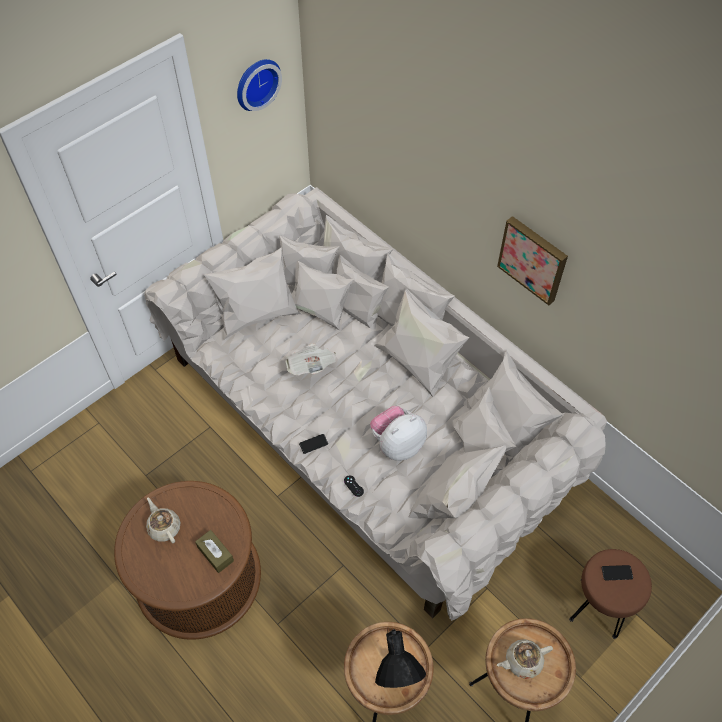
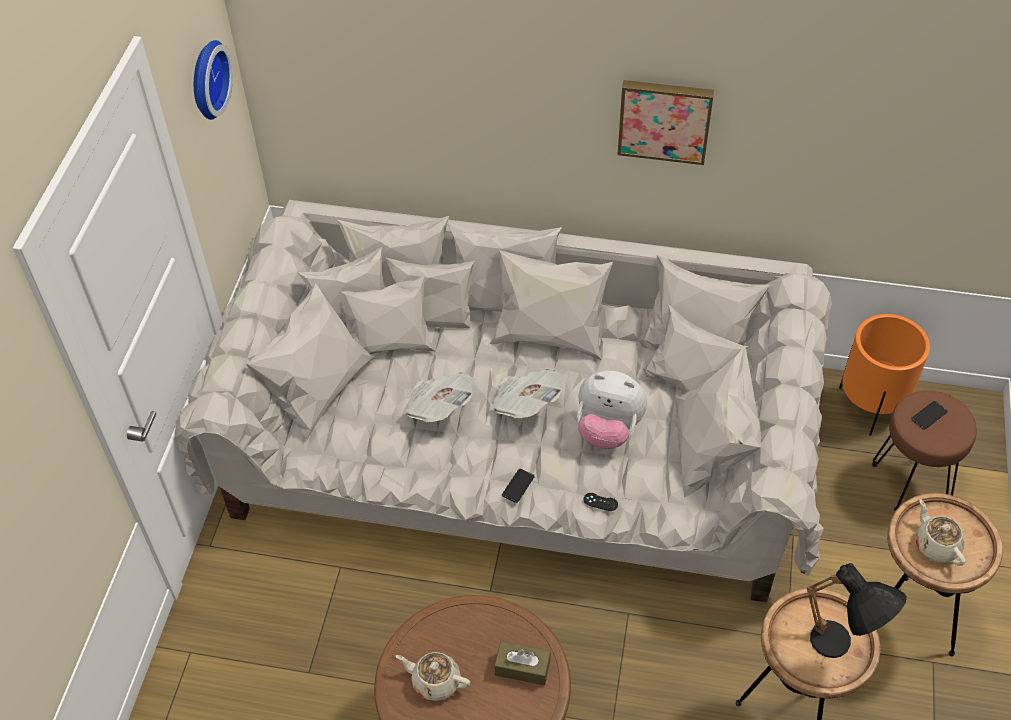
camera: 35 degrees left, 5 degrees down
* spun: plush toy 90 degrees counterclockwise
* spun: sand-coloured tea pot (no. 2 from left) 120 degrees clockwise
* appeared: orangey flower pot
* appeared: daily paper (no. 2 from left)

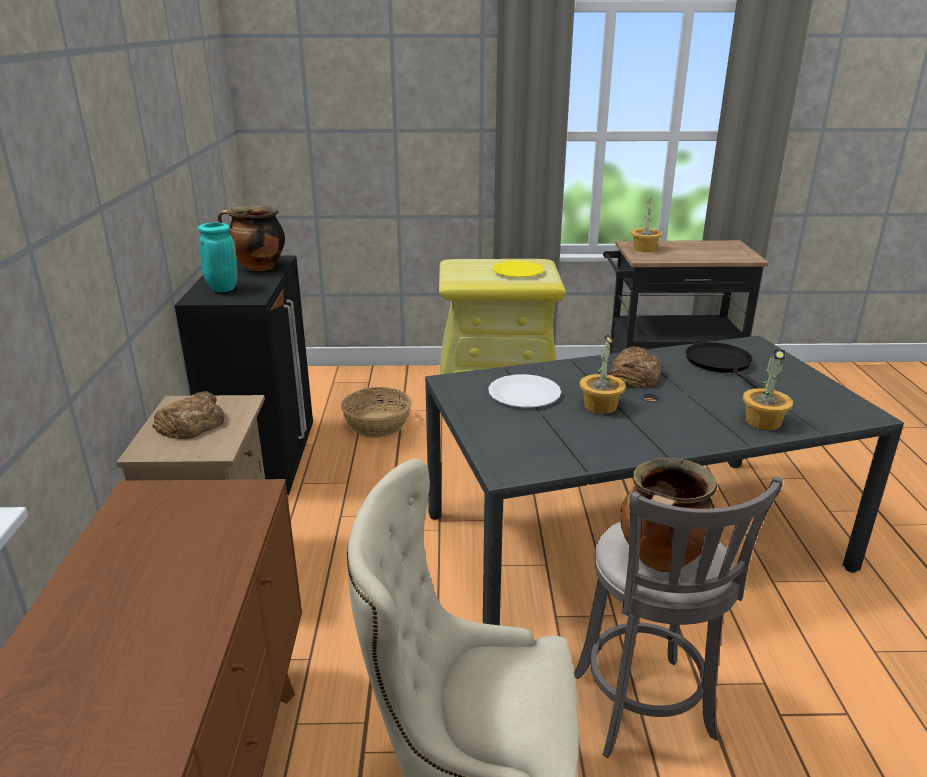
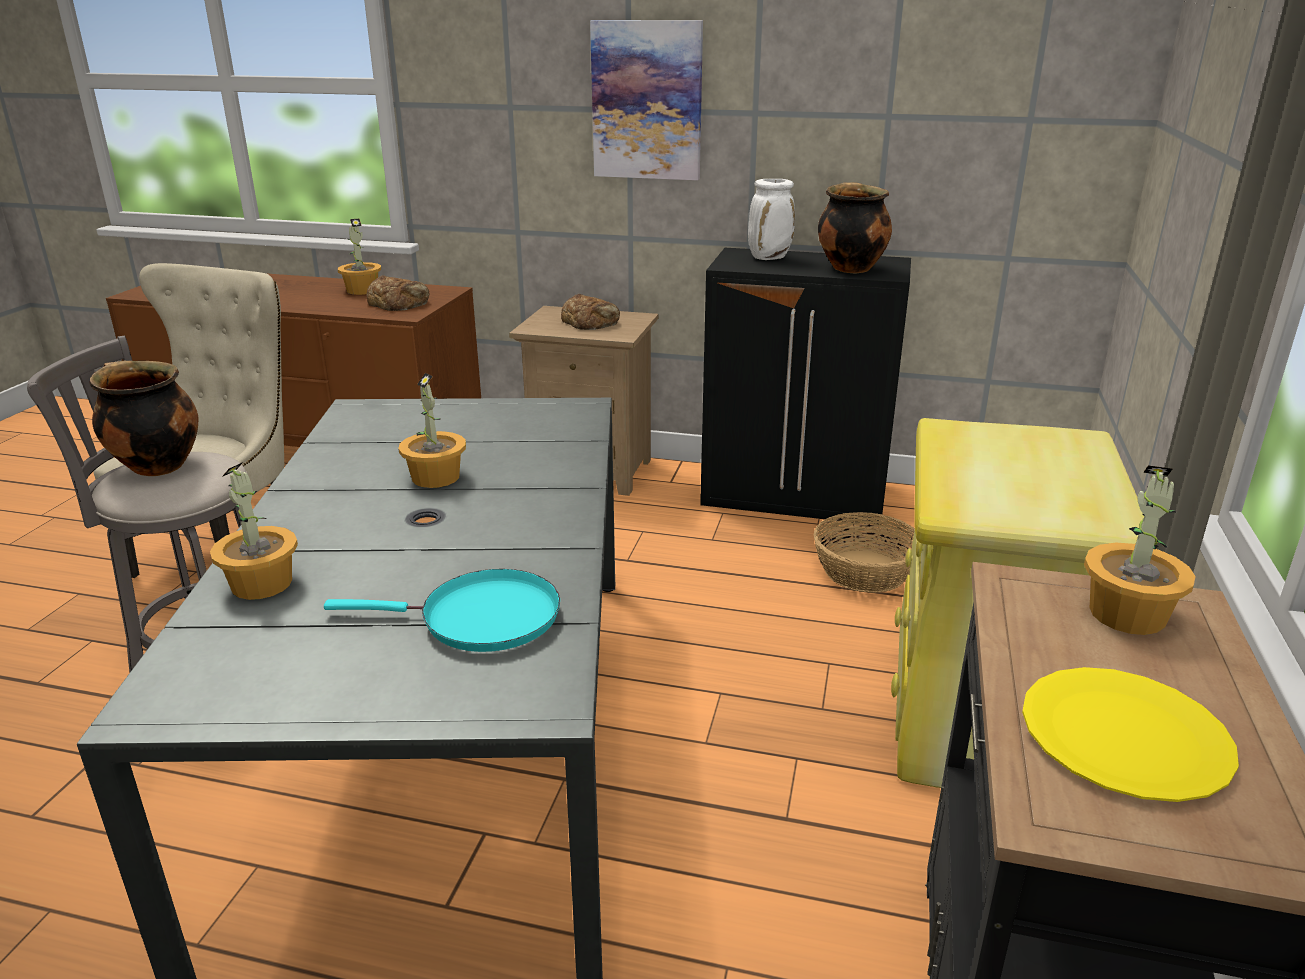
camera: 105 degrees right, 0 degrees up
* colour: blue-green flower vase to whitish flower vase
* relocated: yellow plate
* colour: black frying pan to blue-green frying pan
* relocated: bread (no. 2 from left in the first image) to bread (no. 1 from left)
* missing: whitish plate
* appeared: wall picture
* appeared: potted plant (no. 2 from left)

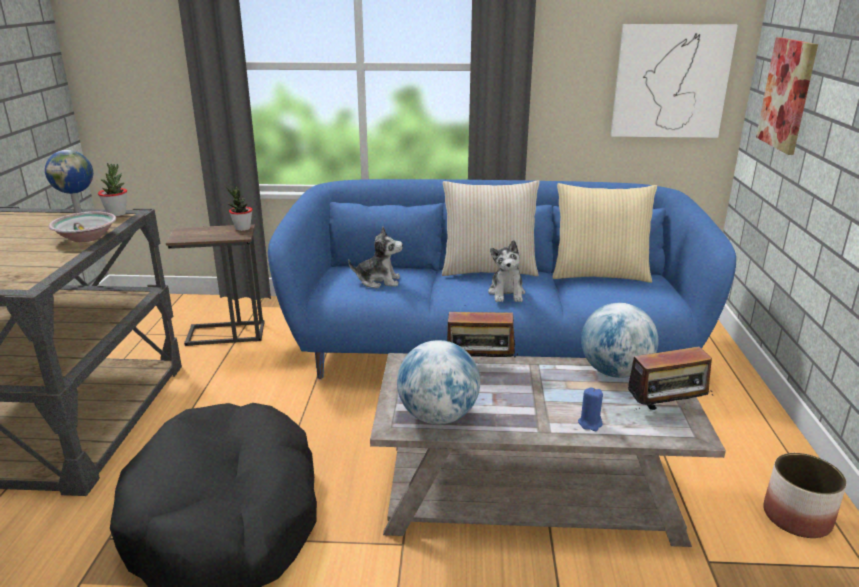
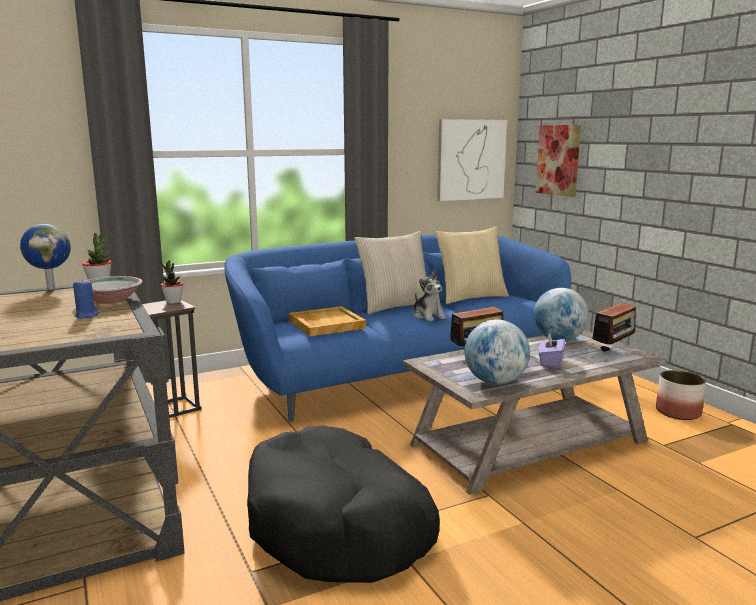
camera: 30 degrees left, 10 degrees down
* exchanged: plush toy (no. 1 from left) to sand-coloured tray
* relocated: blue-coloured candle
* appeared: purplish box of tissues

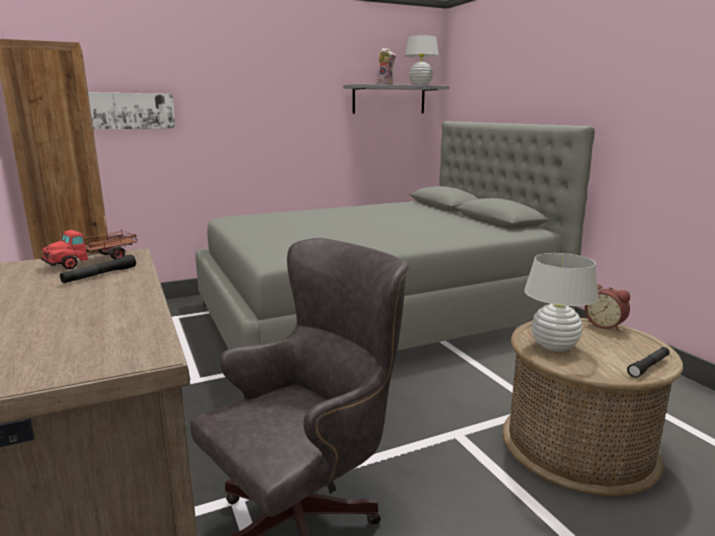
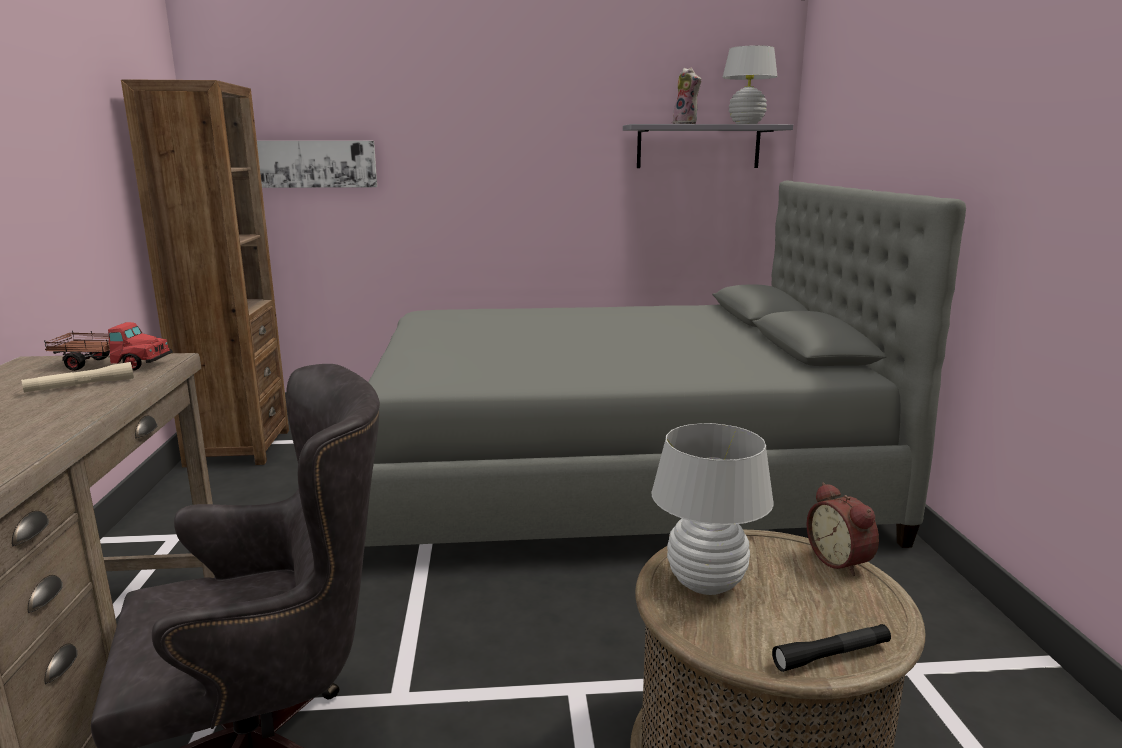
camera: 20 degrees right, 0 degrees up
* spun: toy lorry 150 degrees counterclockwise
* colour: black flashlight (no. 1 from left) to sand-coloured flashlight

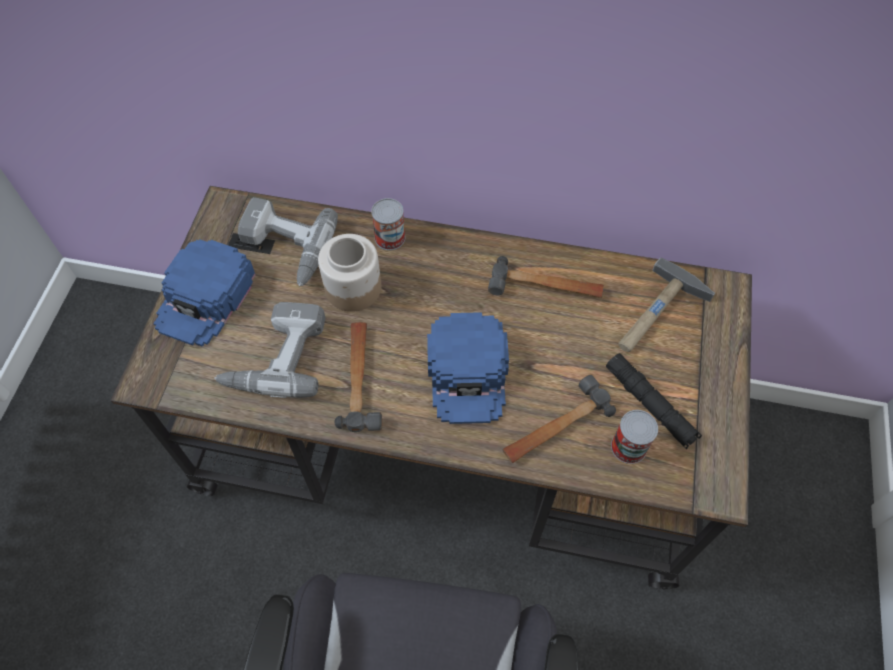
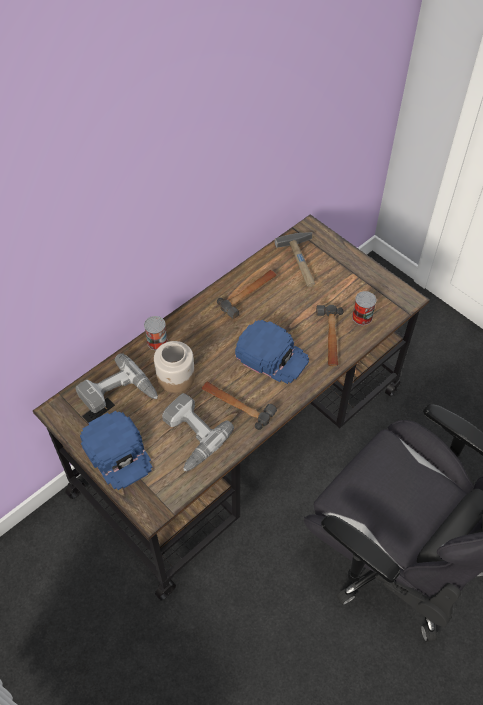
camera: 55 degrees left, 5 degrees down
* missing: black flashlight

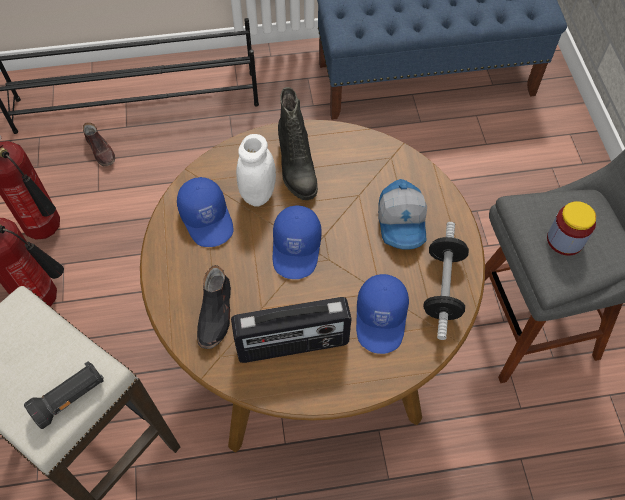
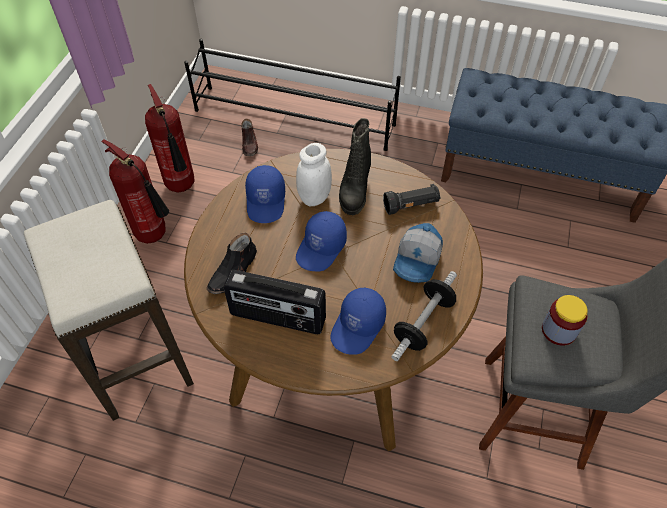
camera: 25 degrees right, 5 degrees down
* relocated: black flashlight

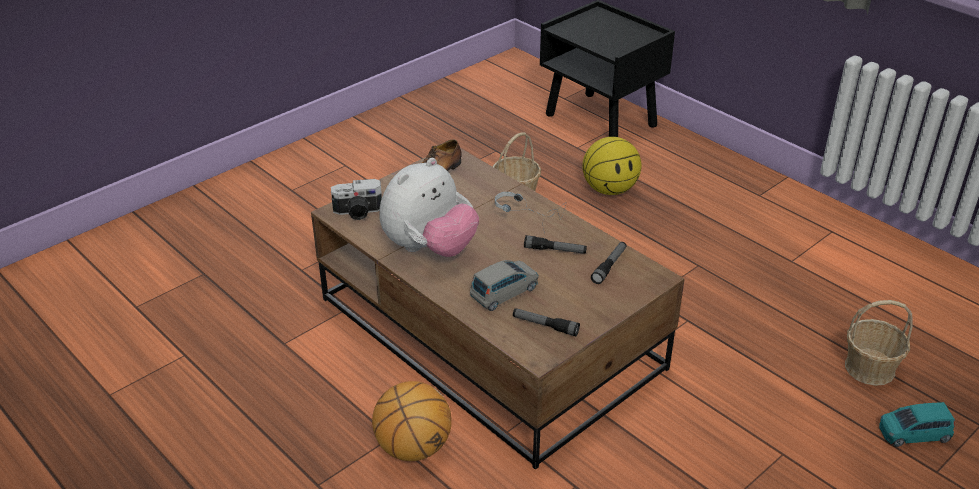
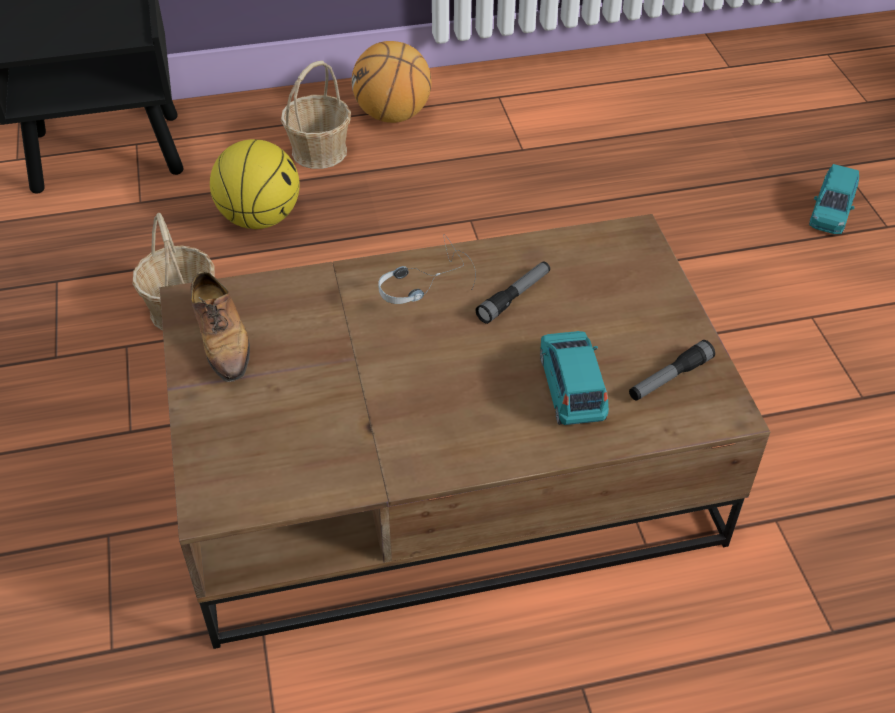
camera: 60 degrees left, 10 degrees up
* missing: plush toy
* missing: photo camera
* missing: flashlight (no. 3 from left)
* colour: gray model car to blue-green model car (no. 1 from left)
* relocated: storage basket (no. 2 from left)
* relocated: basketball ball (no. 1 from left in the first image) to basketball ball (no. 2 from left)

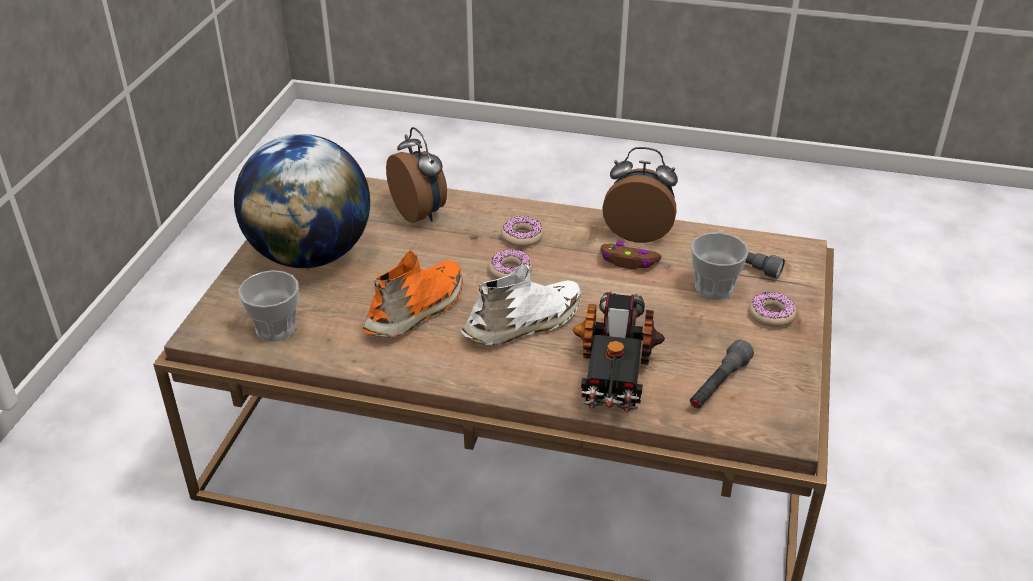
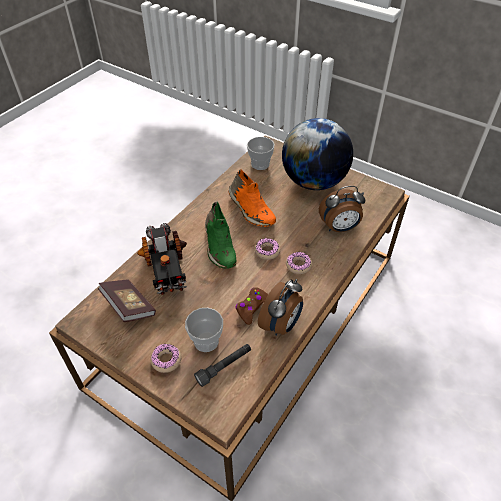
camera: 110 degrees right, 10 degrees up
* colour: whitish item of footwear to greenish item of footwear
* spun: toy lorry 135 degrees counterclockwise
* exchanged: gray flashlight (no. 1 from left) to book

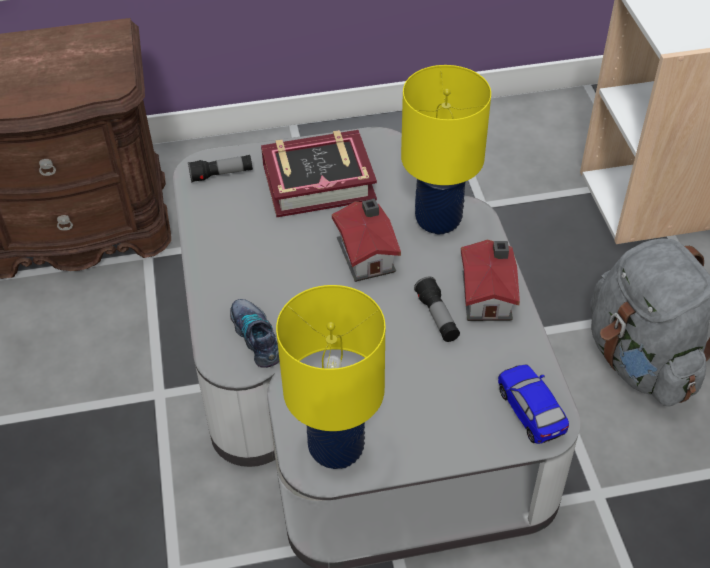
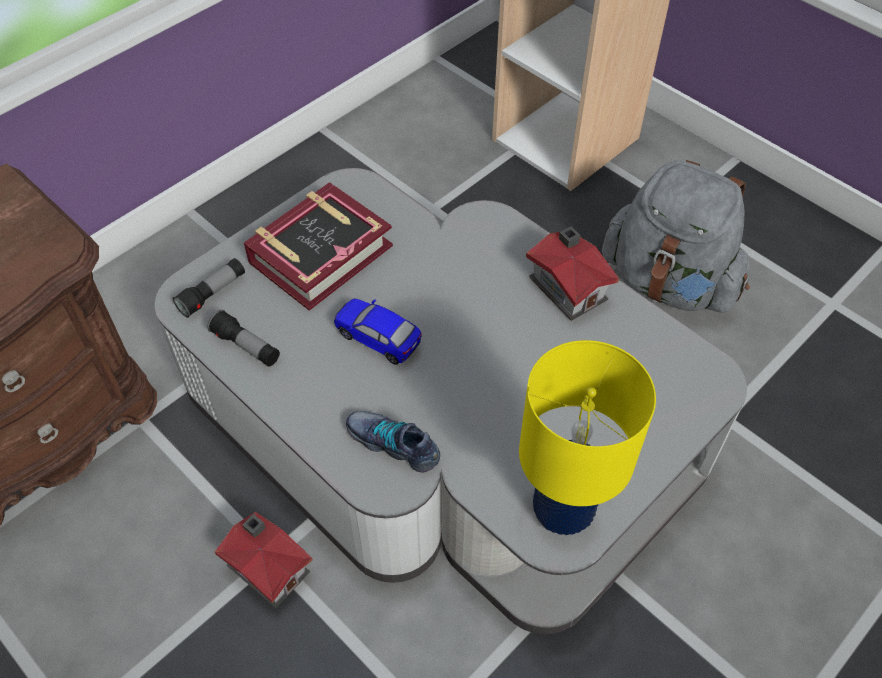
camera: 35 degrees left, 5 degrees up
* missing: yellow lamp for a table (no. 2 from left)
* relocated: model house (no. 1 from left)
* relocated: flashlight (no. 2 from left)
* relocated: model car

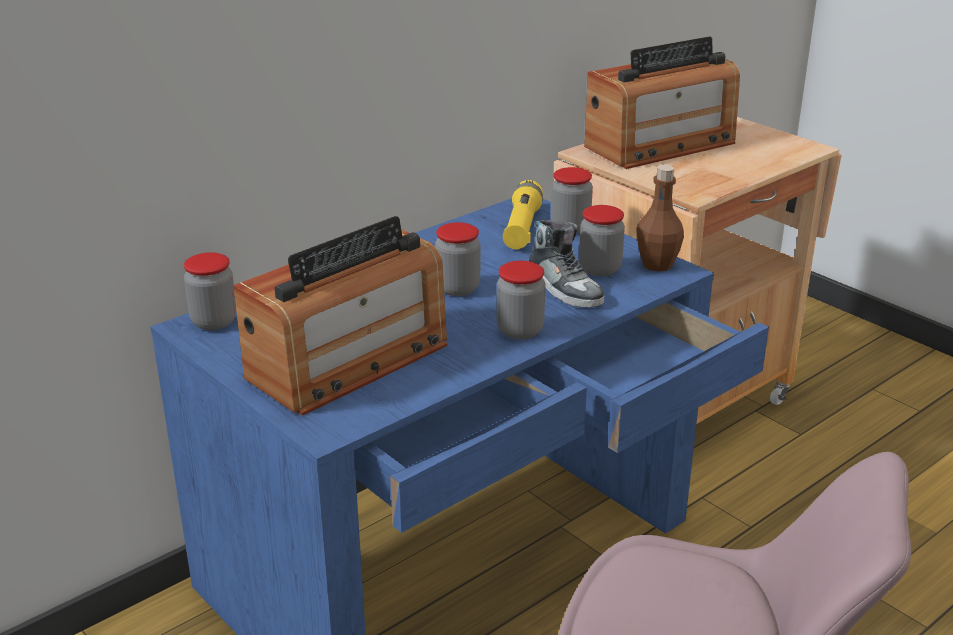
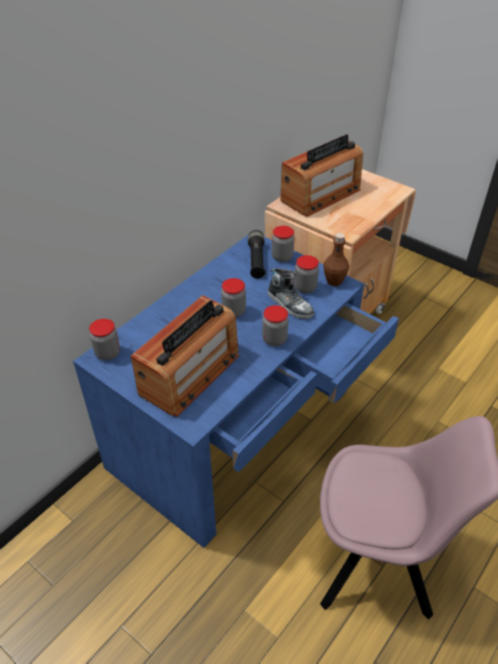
camera: 10 degrees left, 15 degrees up
* colour: yellow flashlight to black flashlight

